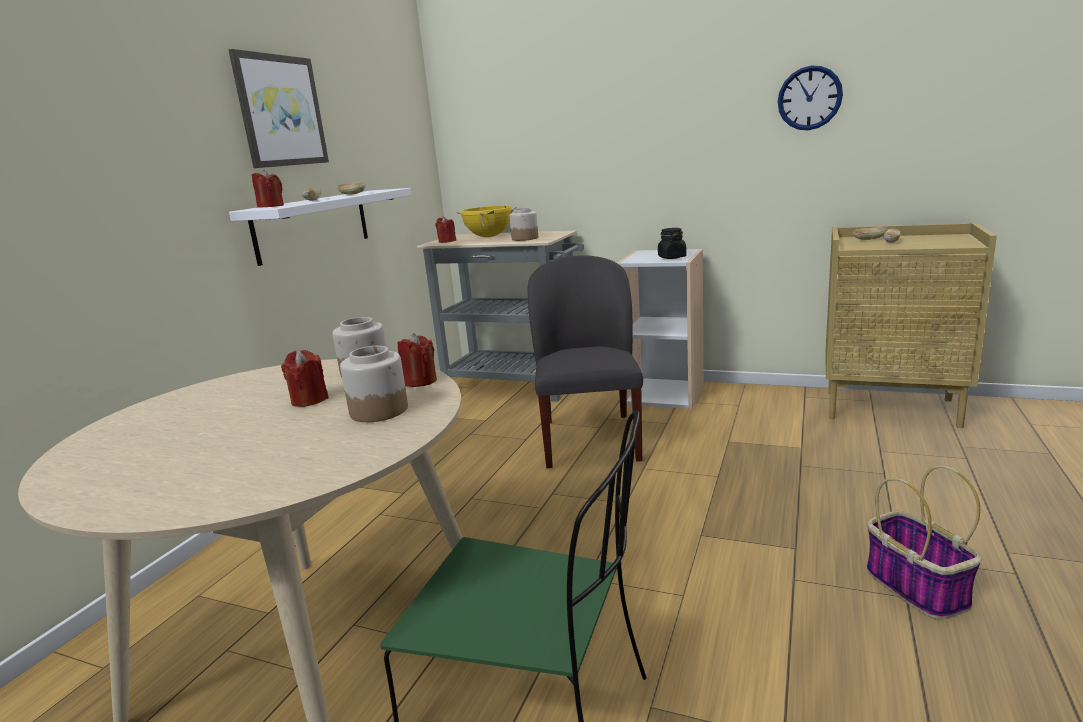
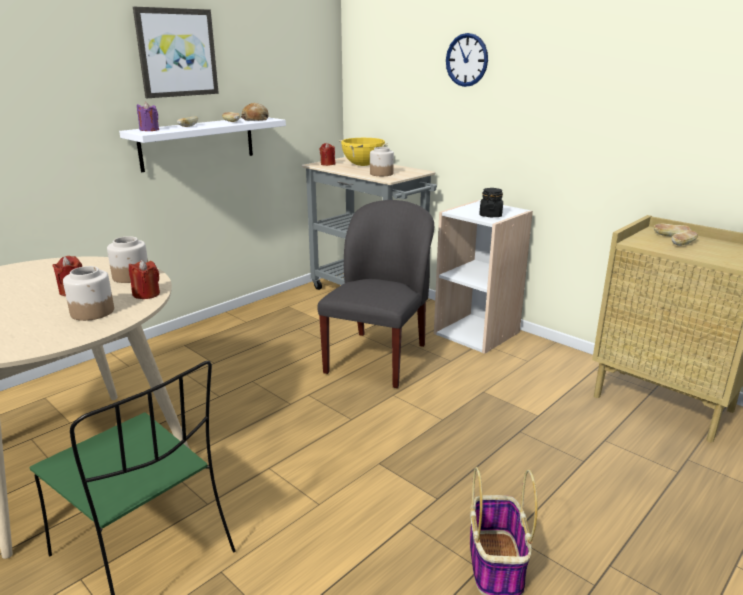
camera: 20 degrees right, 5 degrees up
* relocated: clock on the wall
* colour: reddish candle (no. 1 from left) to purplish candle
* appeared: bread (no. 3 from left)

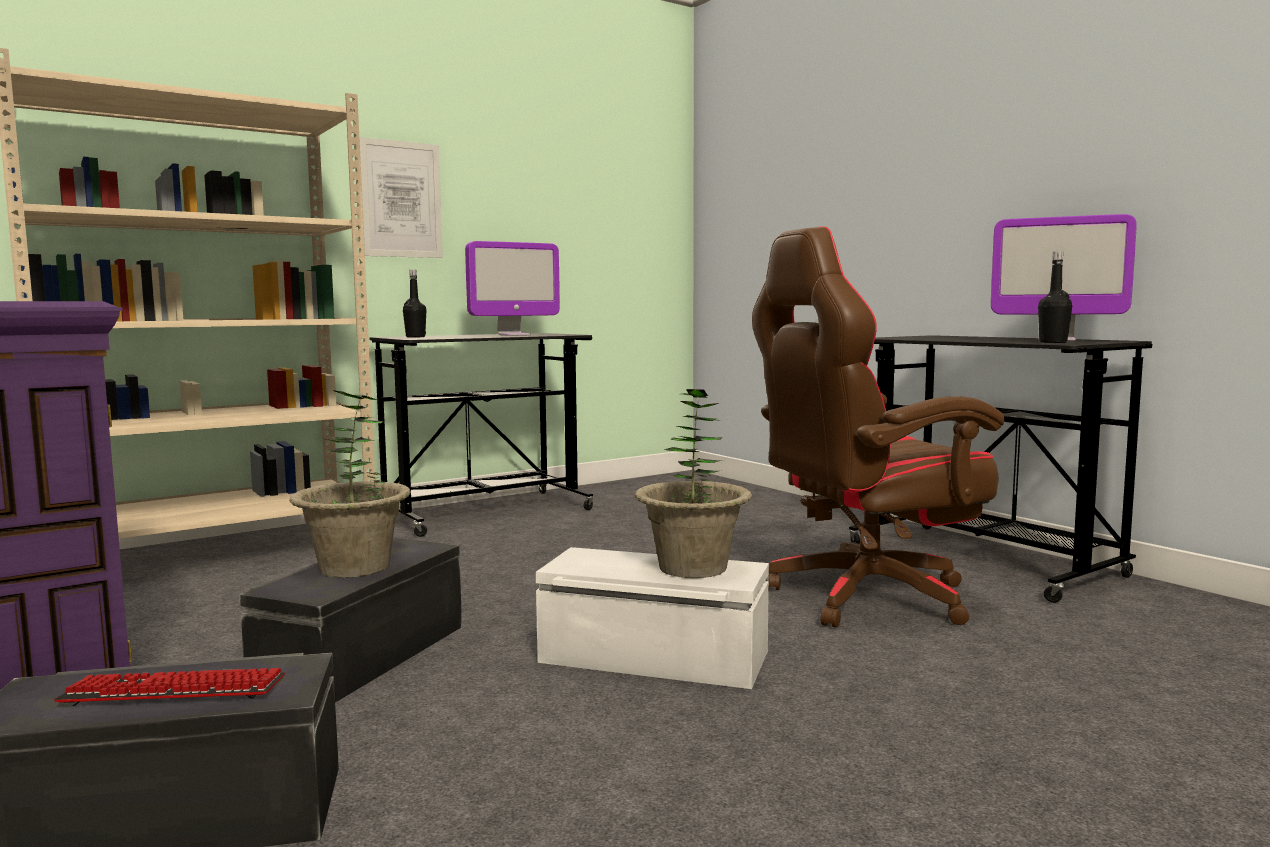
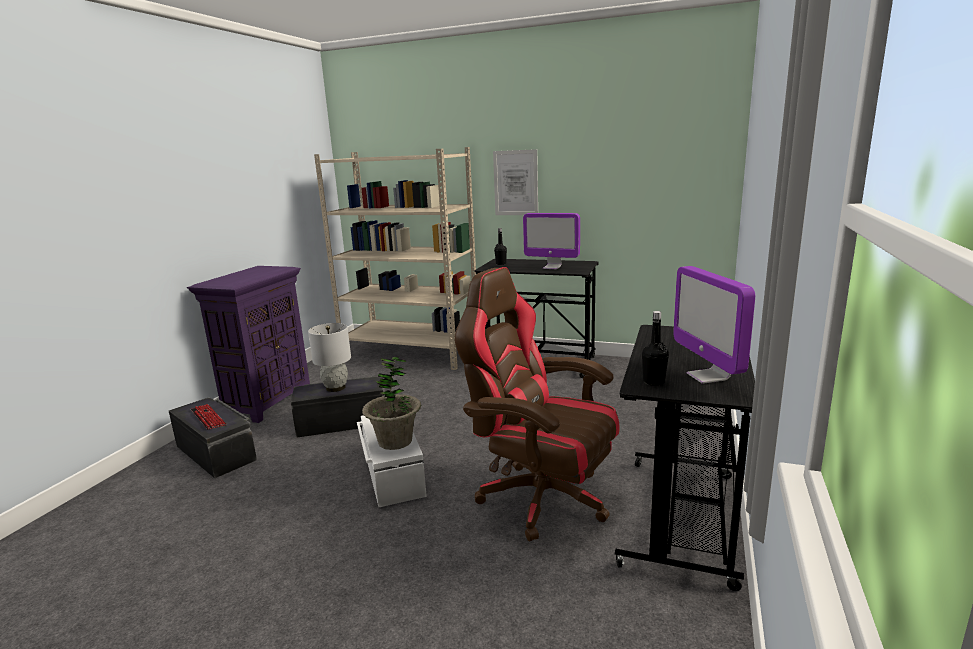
camera: 55 degrees right, 10 degrees up
* exchanged: potted plant (no. 1 from left) to whitish lamp for a table

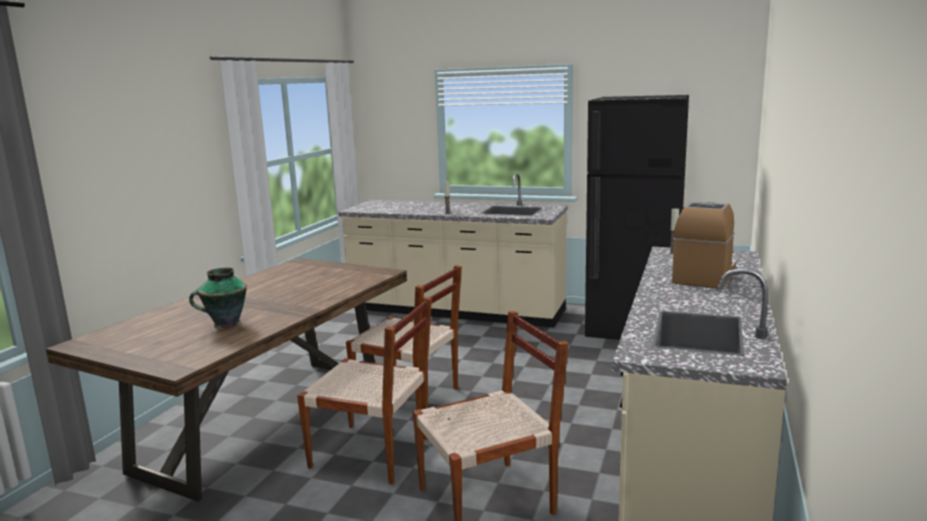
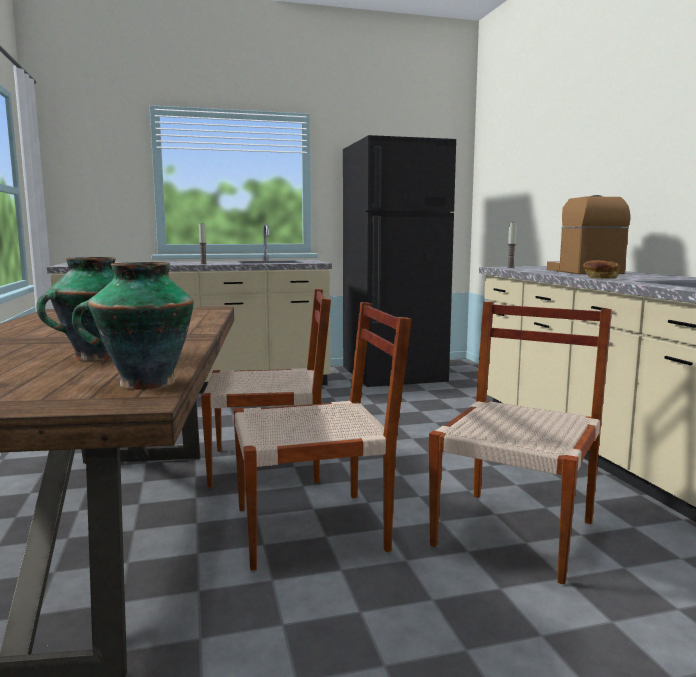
camera: 35 degrees left, 5 degrees down
* appeared: bread
* appeared: flower vase (no. 2 from left)

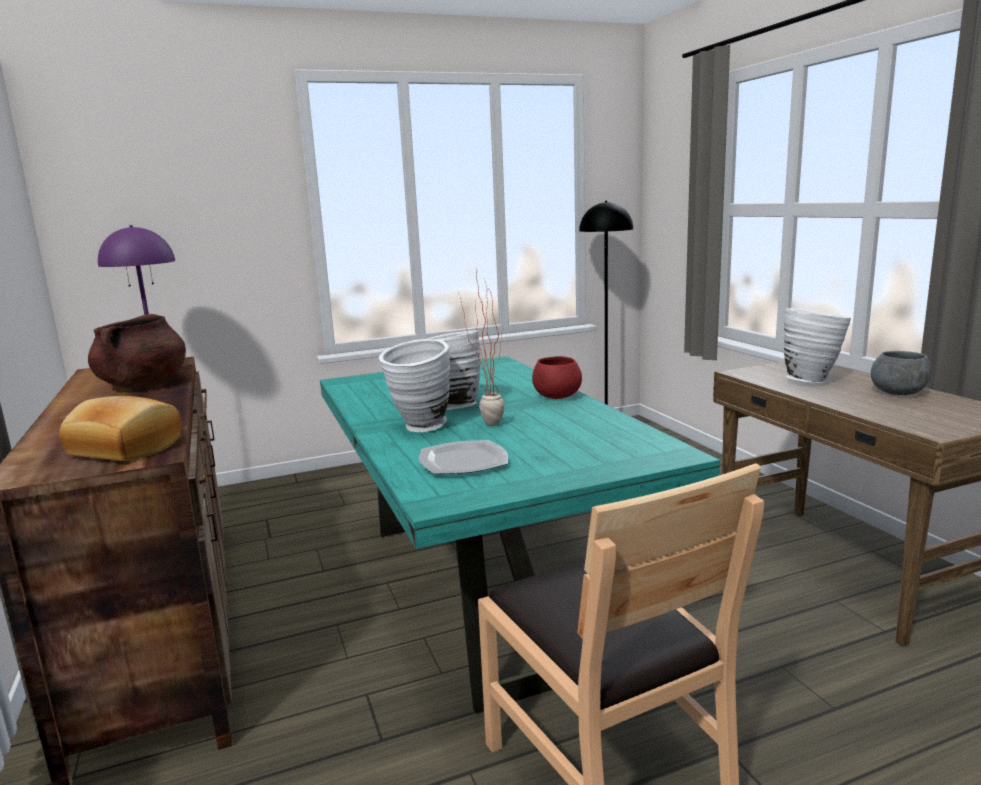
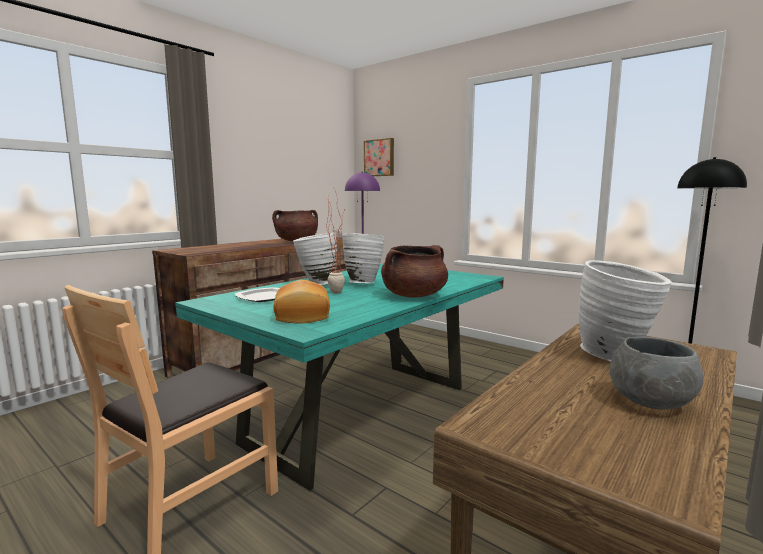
camera: 60 degrees right, 5 degrees down
* exchanged: reddish deep dish to brown stockpot (no. 2 from left)
* relocated: bread
* appeared: wall picture

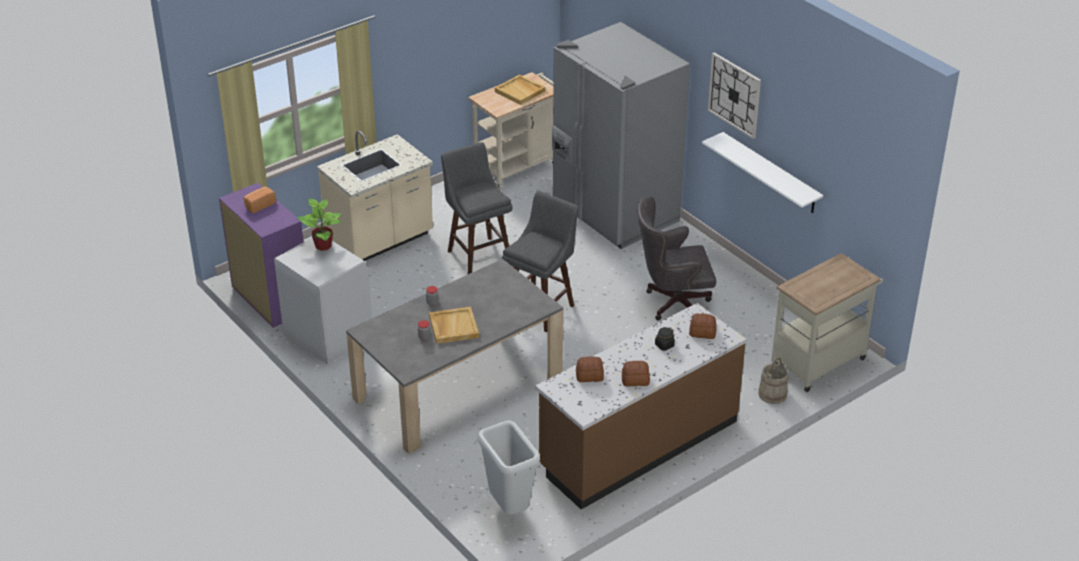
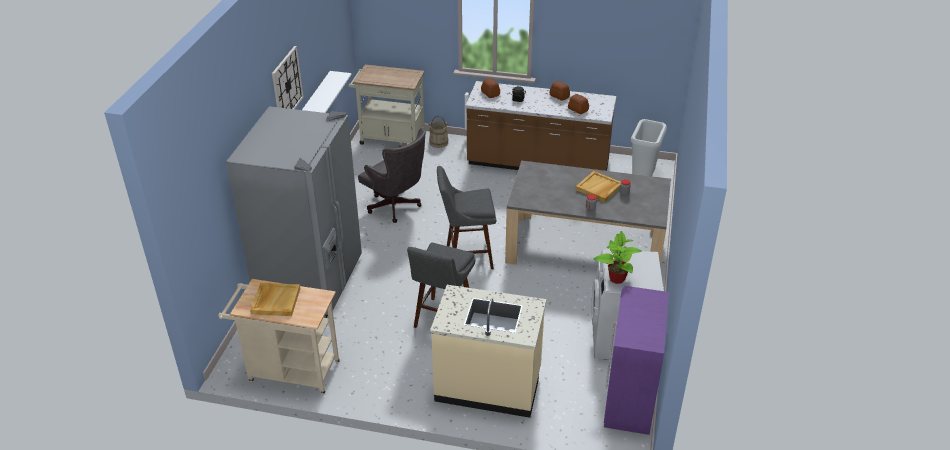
camera: 130 degrees left, 0 degrees up
* missing: bread (no. 1 from left)

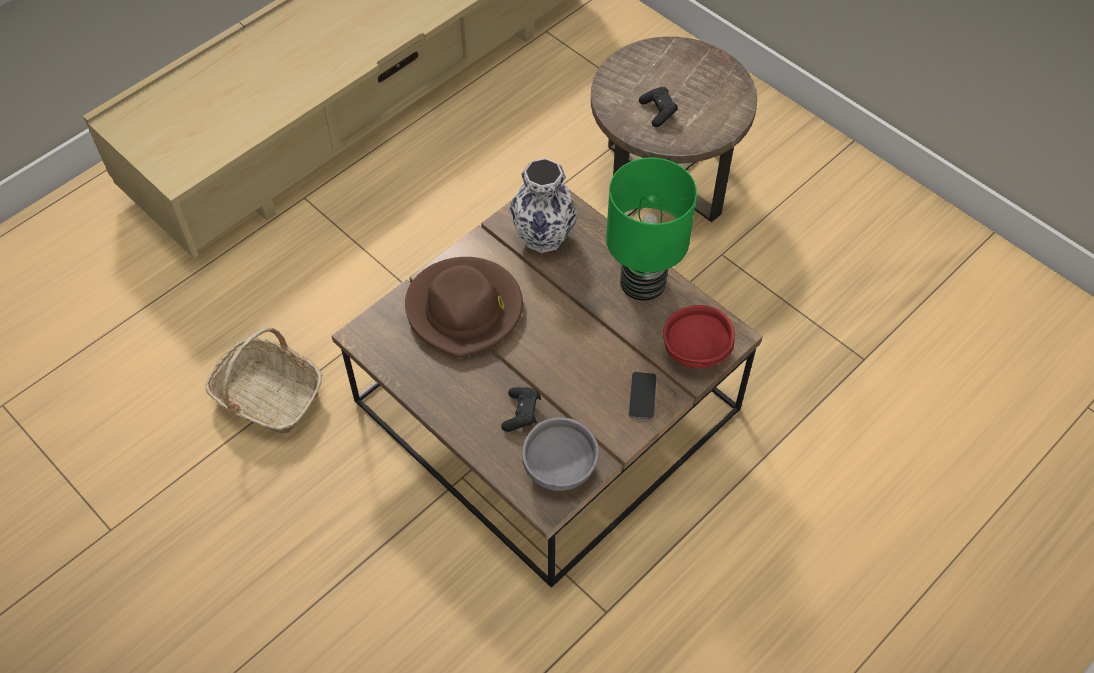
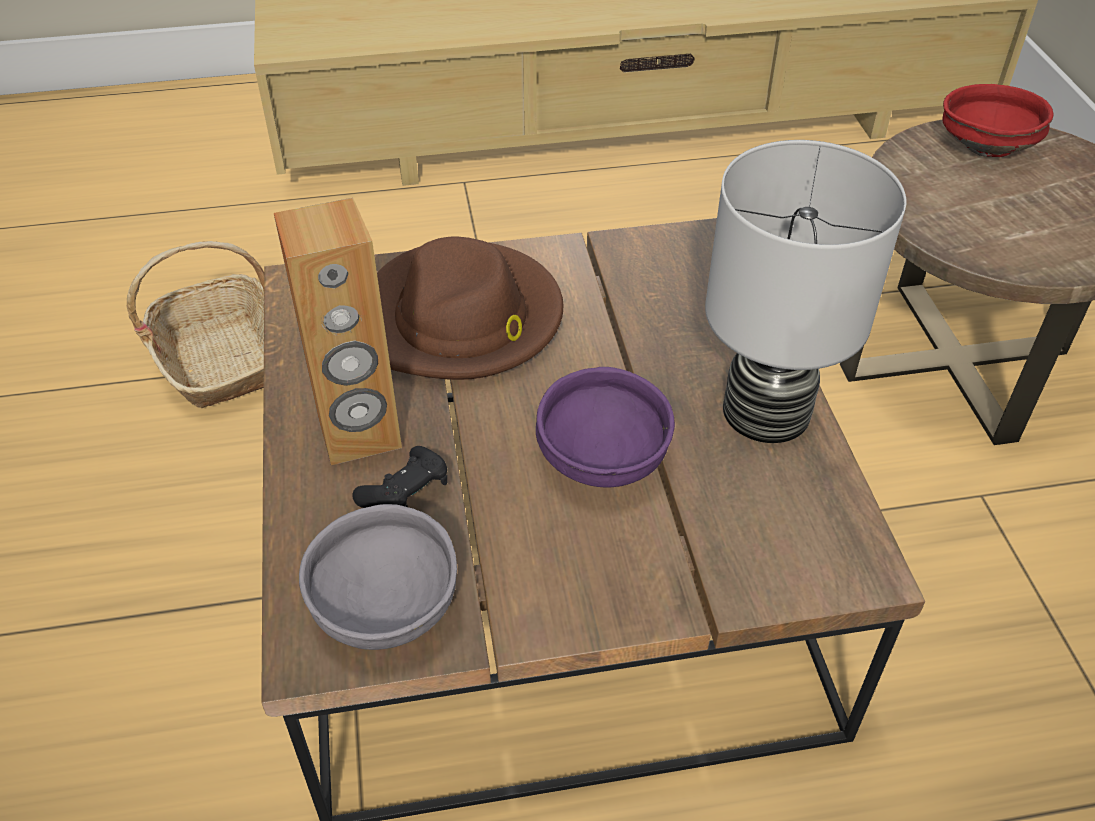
camera: 35 degrees right, 10 degrees down
* missing: black gamepad (no. 2 from left)
* missing: flower vase
* colour: greenish lamp for a table to gray lamp for a table
* relocated: reddish deep dish
* missing: telephone
* appeared: brown audio speaker
* appeared: purplish deep dish

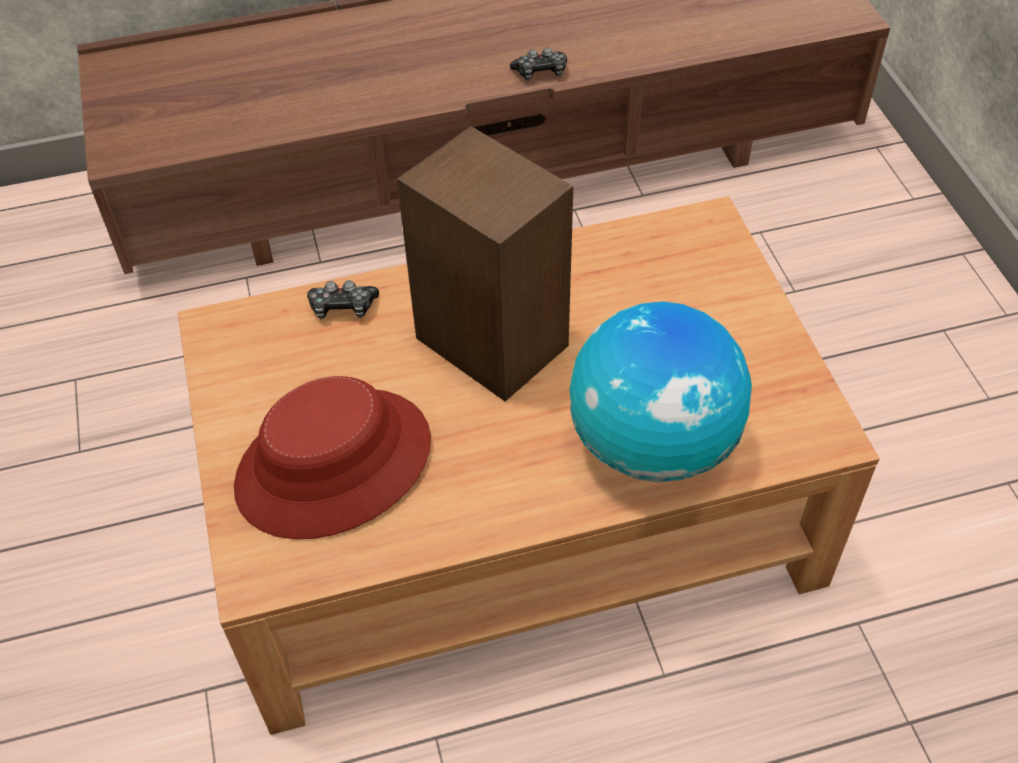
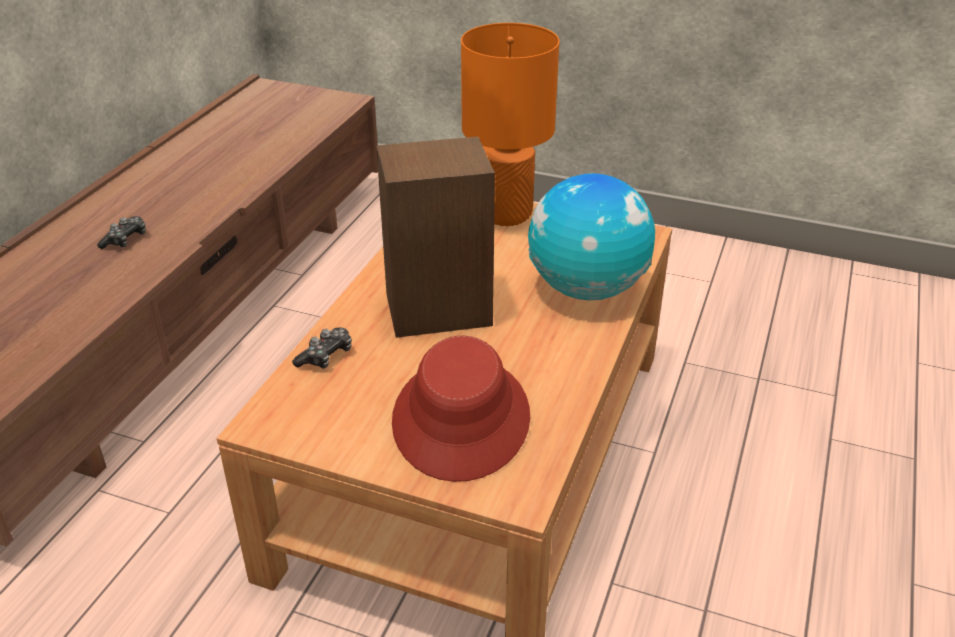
camera: 55 degrees left, 15 degrees down
* relocated: gamepad (no. 2 from left in the first image) to gamepad (no. 1 from left)
* appeared: orangey lamp for a table

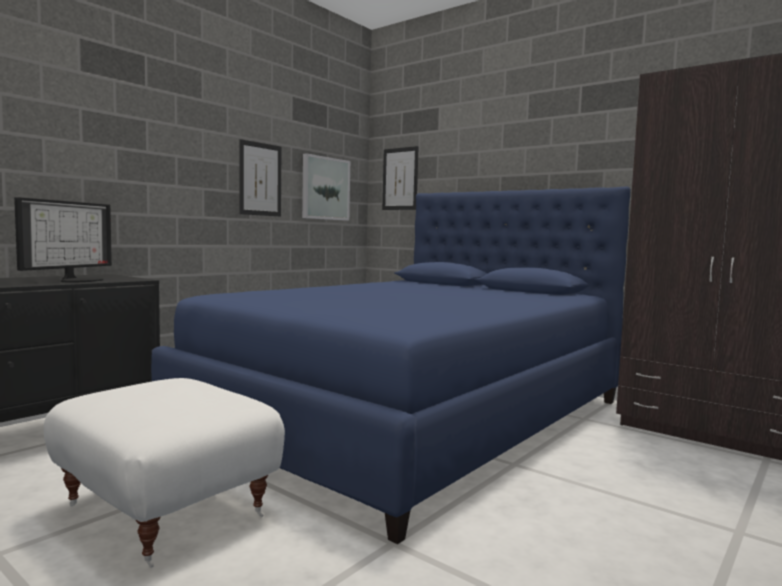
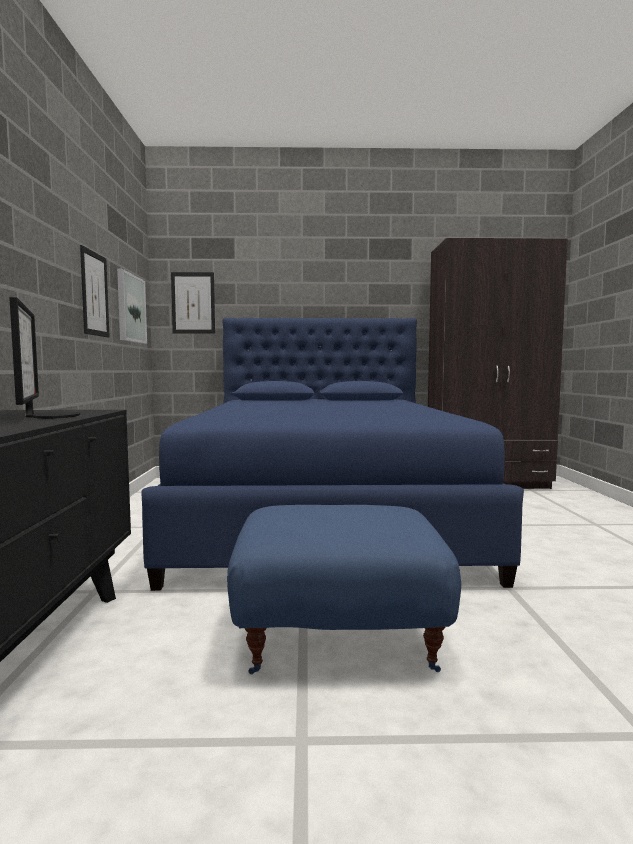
camera: 40 degrees left, 0 degrees up
* colour: whitish footrest to blue-coloured footrest

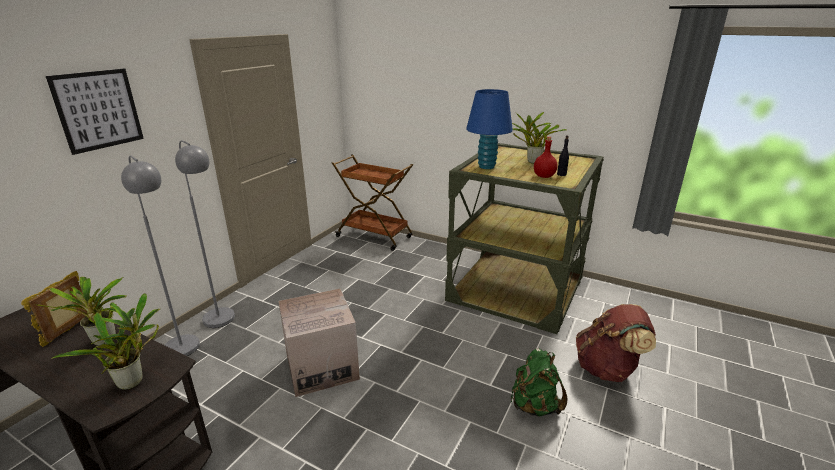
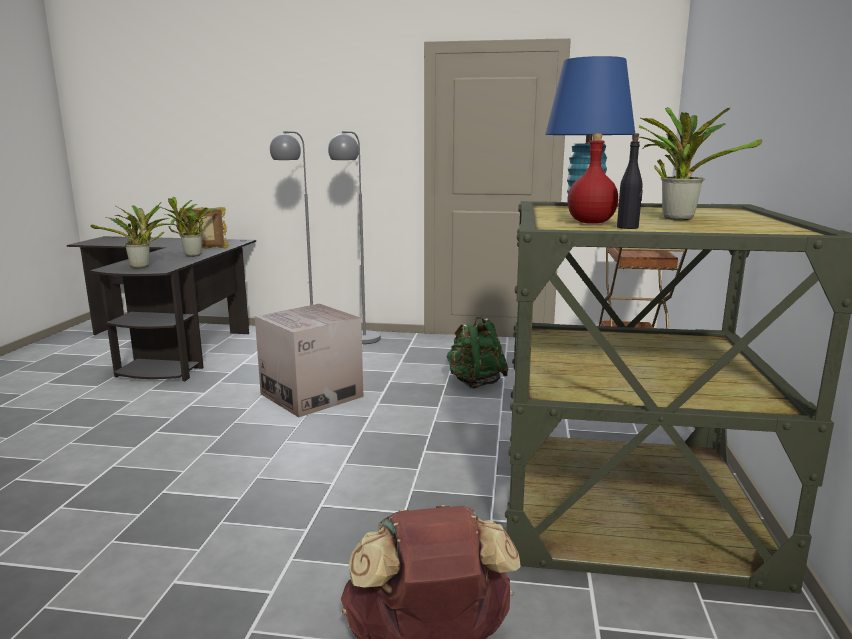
camera: 70 degrees right, 10 degrees down
* missing: wall picture
* relocated: greenish backpack

